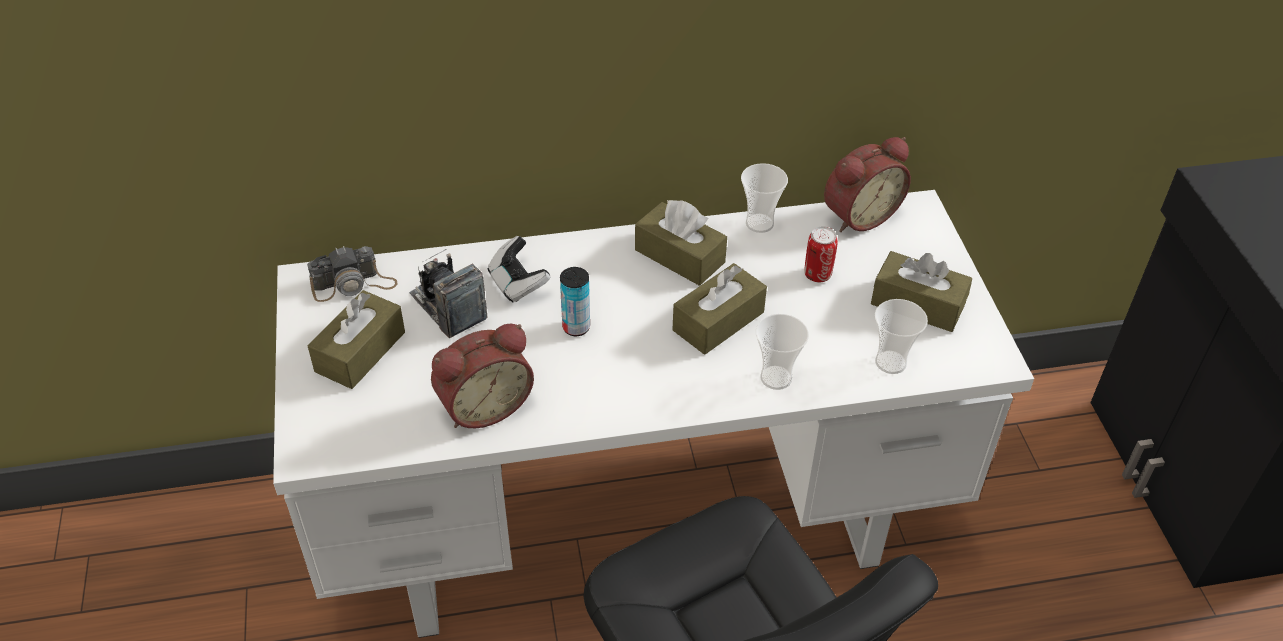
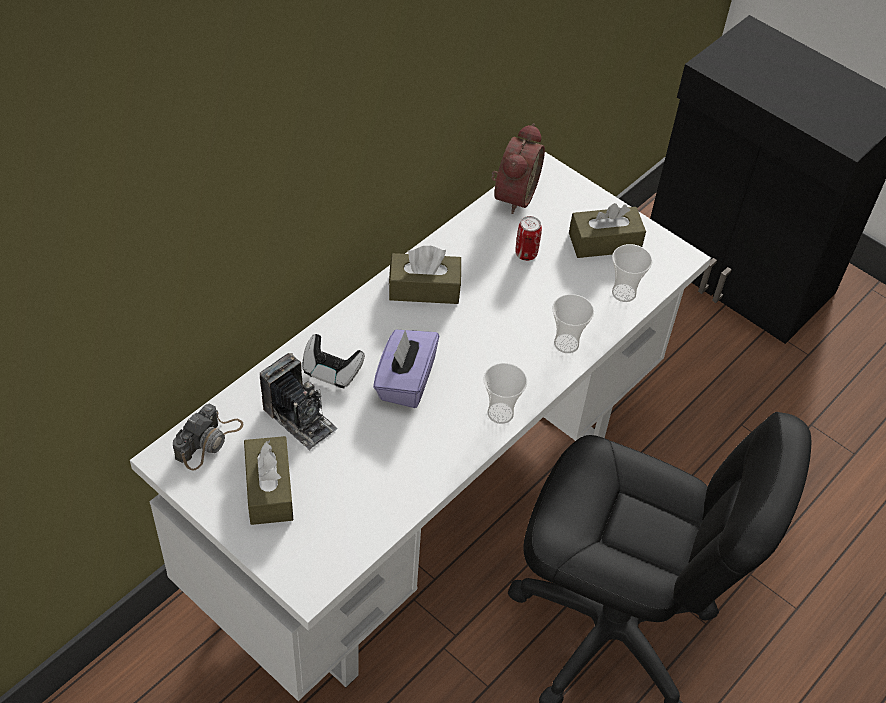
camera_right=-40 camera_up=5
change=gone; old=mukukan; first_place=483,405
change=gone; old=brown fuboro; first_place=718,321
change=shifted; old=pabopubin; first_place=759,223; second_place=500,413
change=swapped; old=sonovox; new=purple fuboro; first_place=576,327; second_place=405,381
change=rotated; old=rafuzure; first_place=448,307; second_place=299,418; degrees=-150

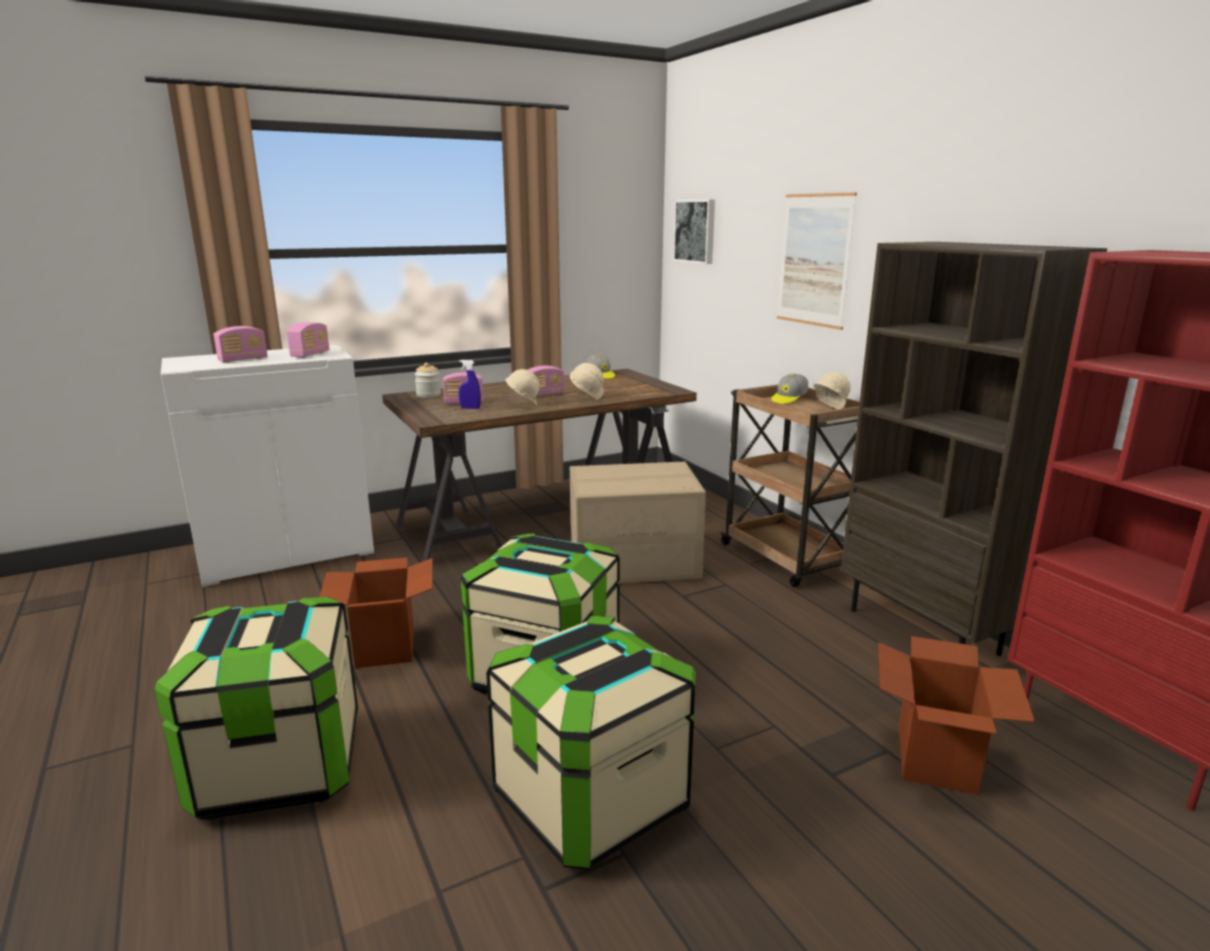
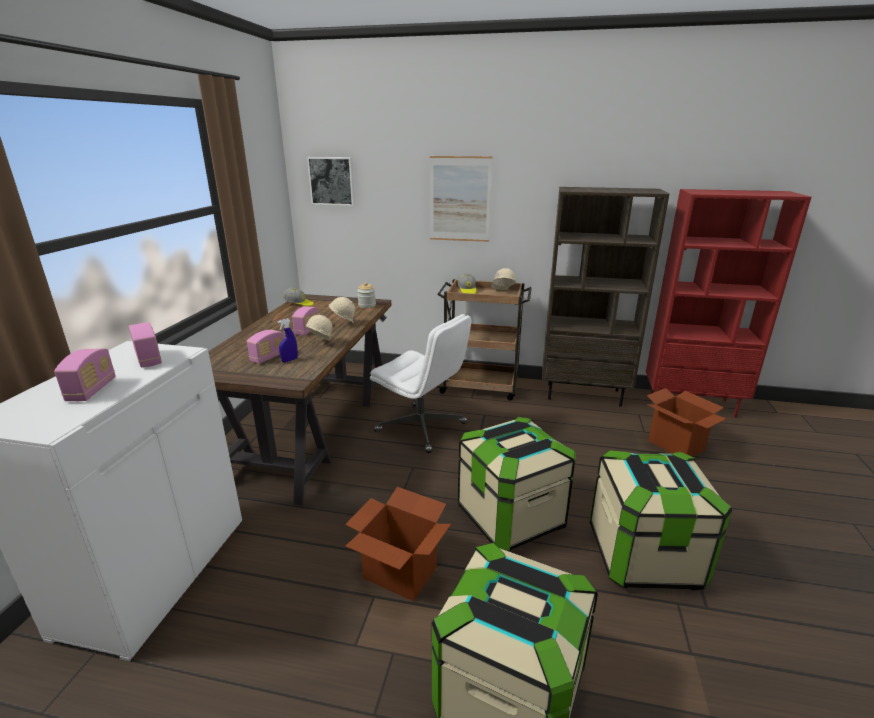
camera_right=-50 camera_up=5
change=shifted; old=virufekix; first_place=428,395; second_place=367,305
change=swapped; old=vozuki; new=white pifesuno; first_place=633,563; second_place=422,428

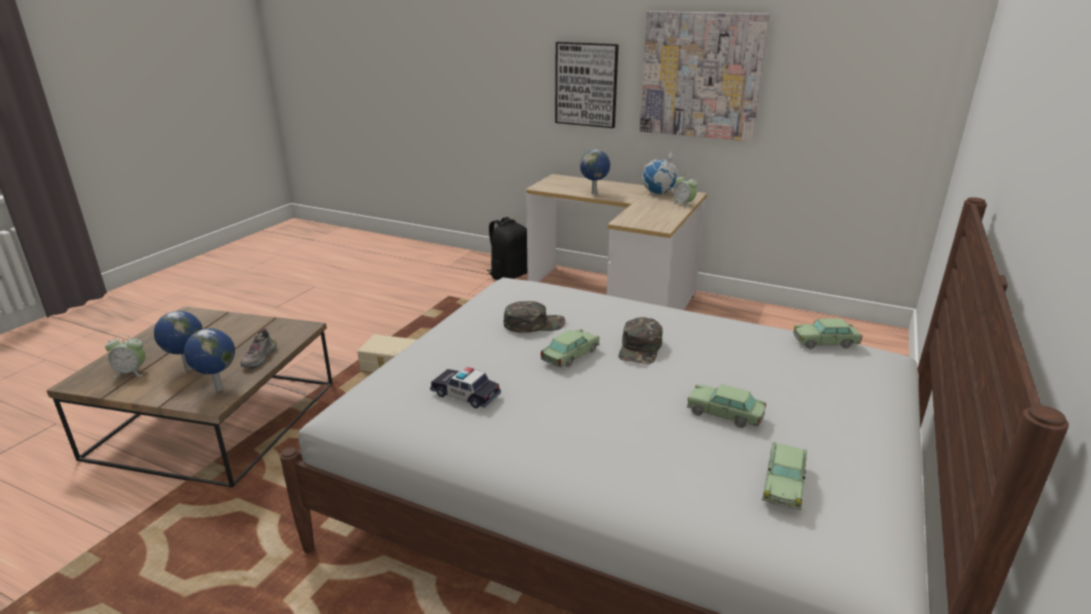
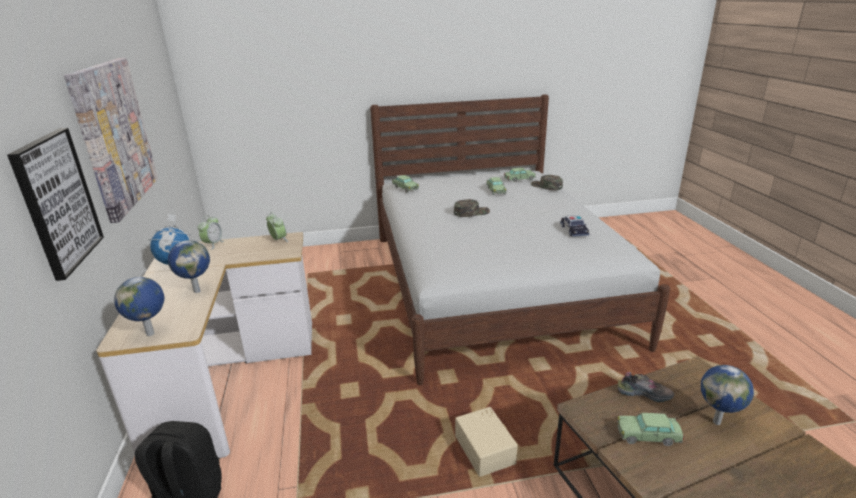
camera_right=-125 camera_up=0
change=shifted; old=mukukan; first_place=131,372; second_place=278,240
change=shifted; old=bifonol; first_place=218,389; second_place=151,334
change=shifted; old=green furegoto; first_place=534,324; second_place=546,186
change=shifted; old=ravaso; first_place=570,356; second_place=648,435
change=rotated; old=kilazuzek; first_place=260,358; second_place=644,394; degrees=45

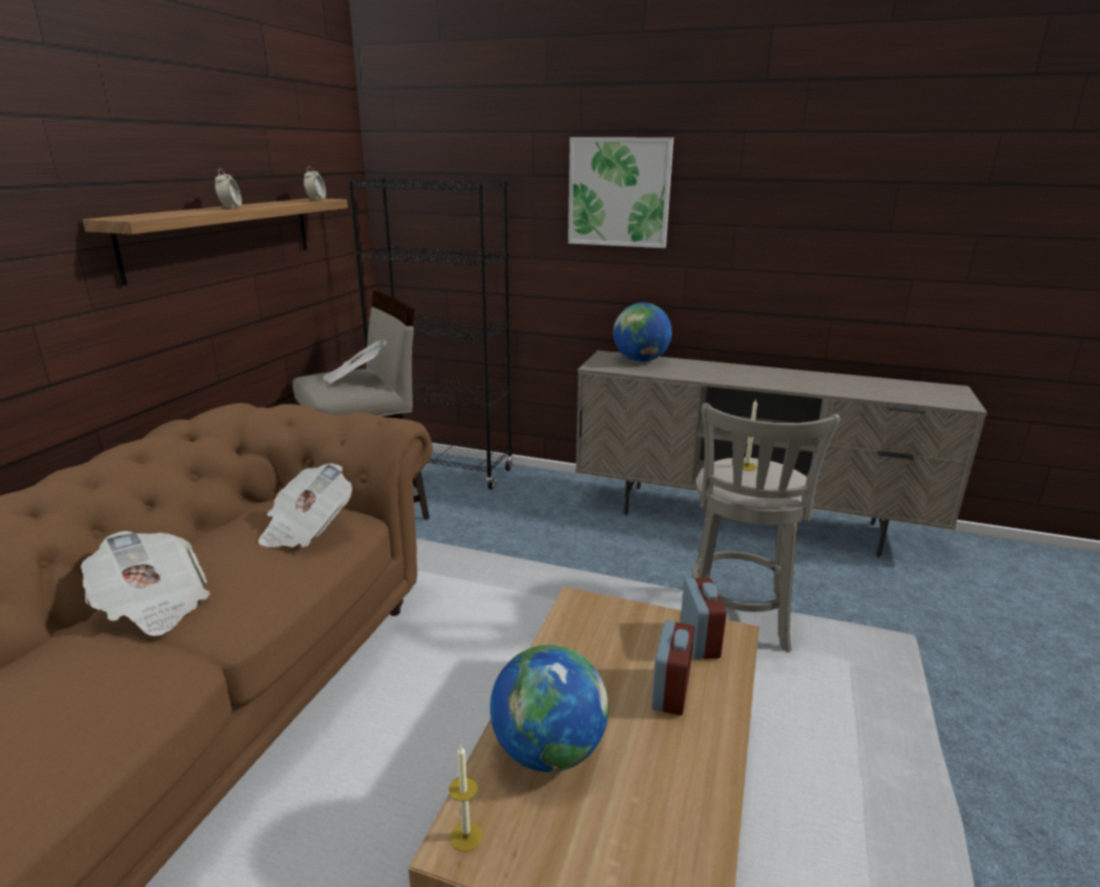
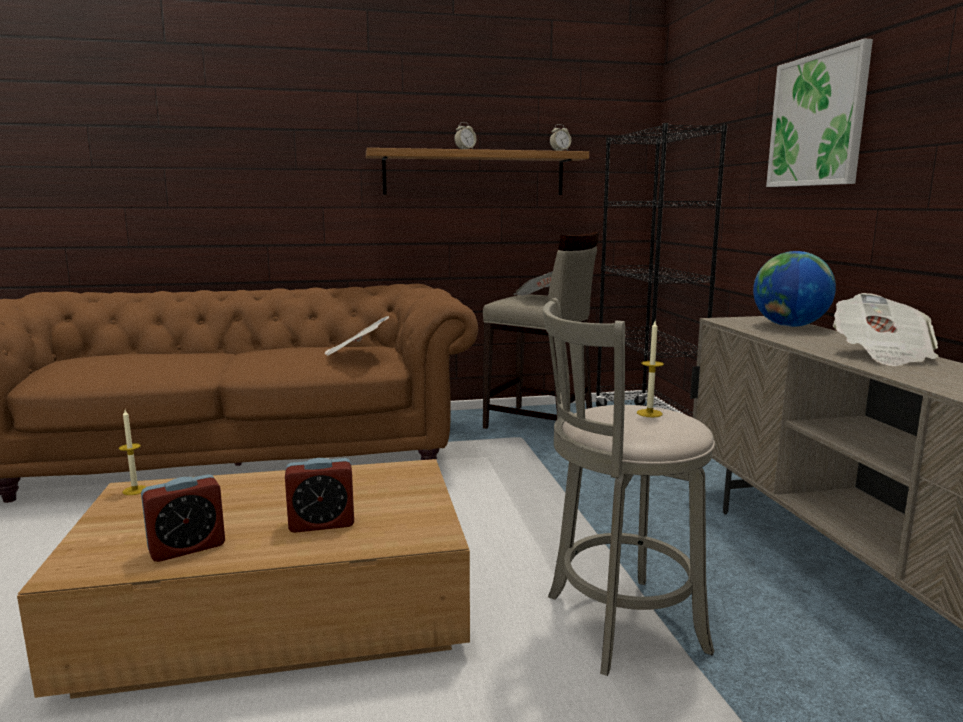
camera_right=60 camera_up=-10
change=gone; old=bifonol; first_place=548,750
change=shifted; old=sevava; first_place=153,605; second_place=881,355
change=shifted; old=mukukan; first_place=699,641; second_place=187,548

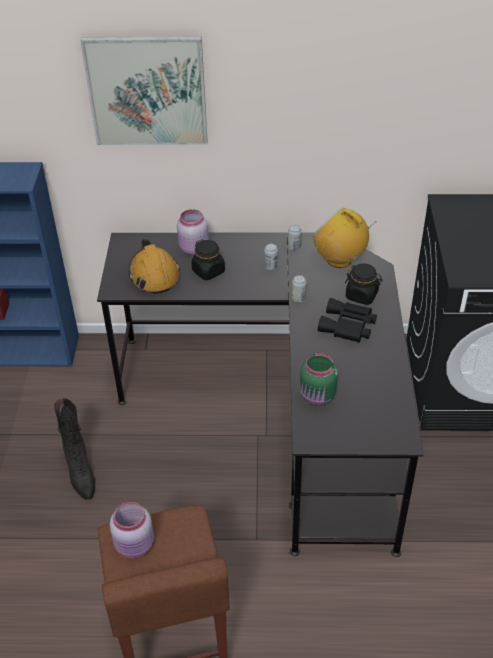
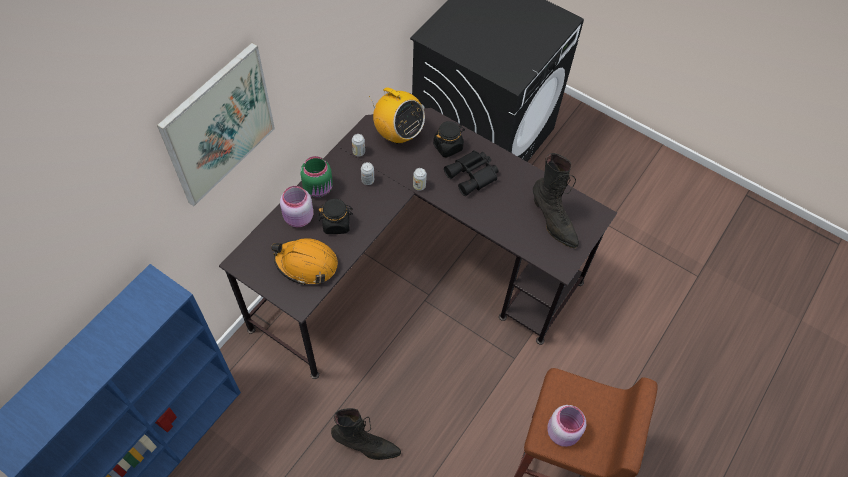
camera_right=-60 camera_up=15
change=new; new=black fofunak; second_place=553,222
change=shifted; old=green virufekix; first_place=317,397; second_place=319,189
change=rotated; old=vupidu; first_place=340,259; second_place=398,134; degrees=-120

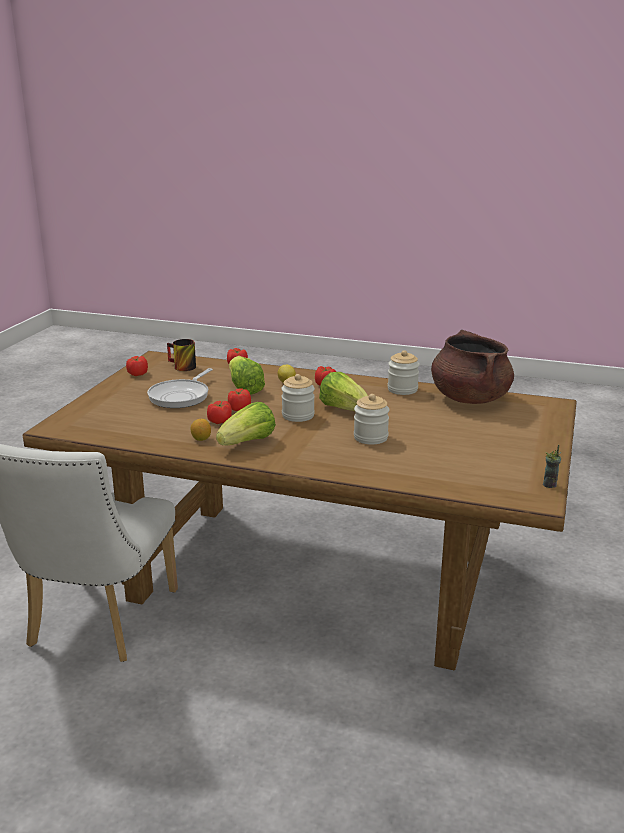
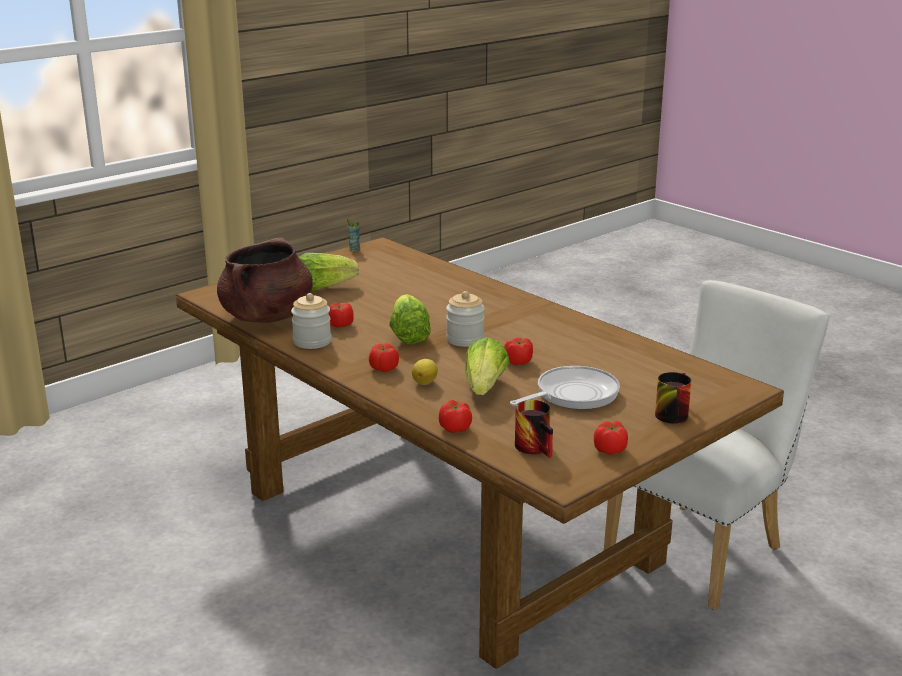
camera_right=-150 camera_up=0
change=gone; old=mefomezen; first_place=201,439
change=gone; old=virufekix; first_place=370,437
change=new; new=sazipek; second_place=670,412
change=shifted; old=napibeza; first_place=220,421; second_place=339,325
change=shifted; old=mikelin; first_place=248,443; second_place=323,288

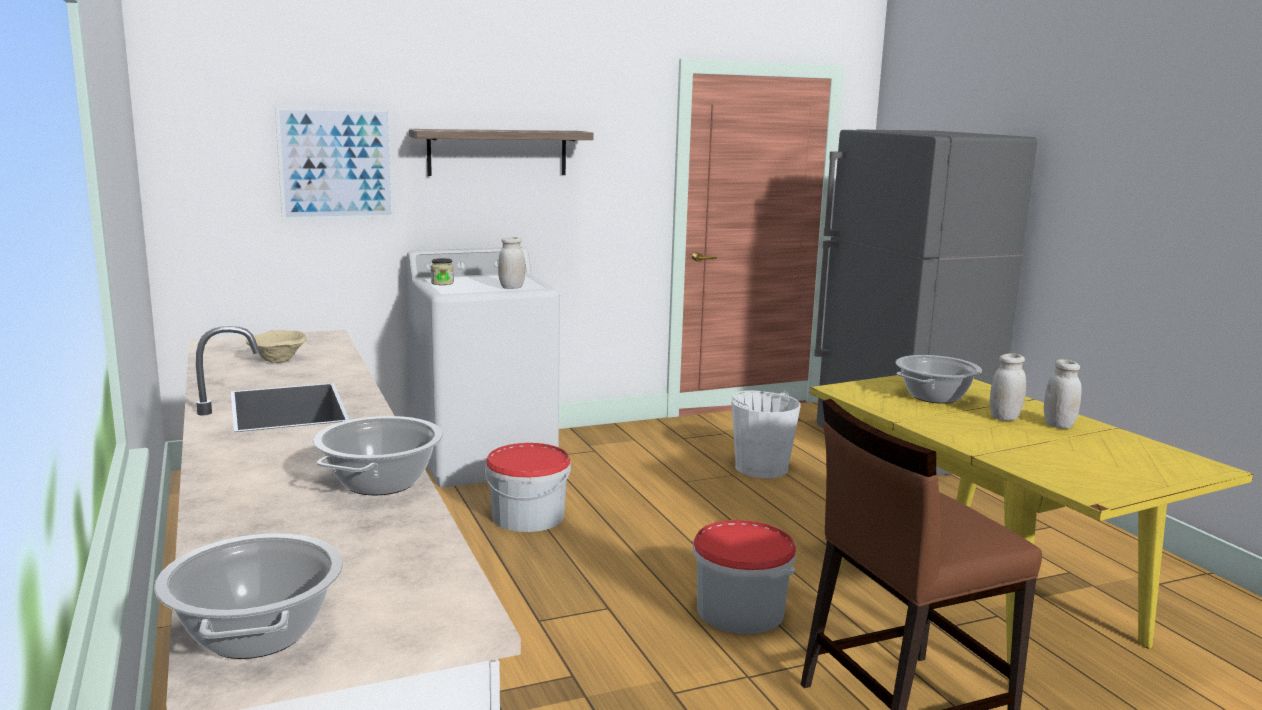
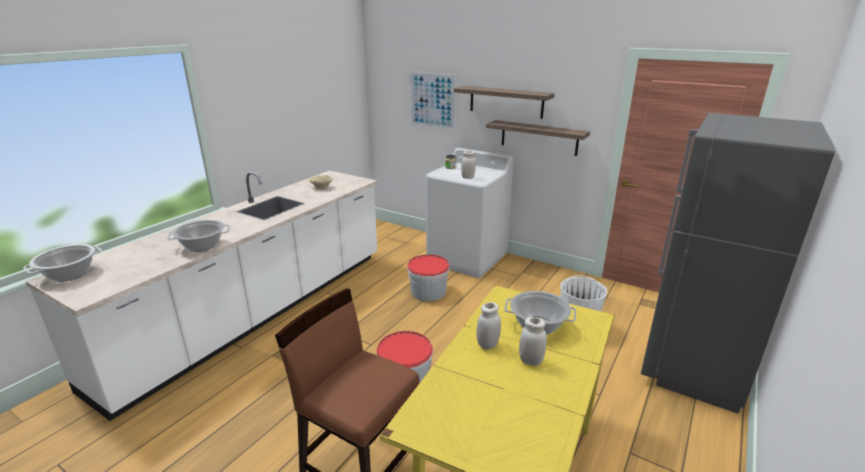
camera_right=55 camera_up=10
change=new; new=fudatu; second_place=539,137
change=shifted; old=white virufekix; first_place=1058,425; second_place=488,344

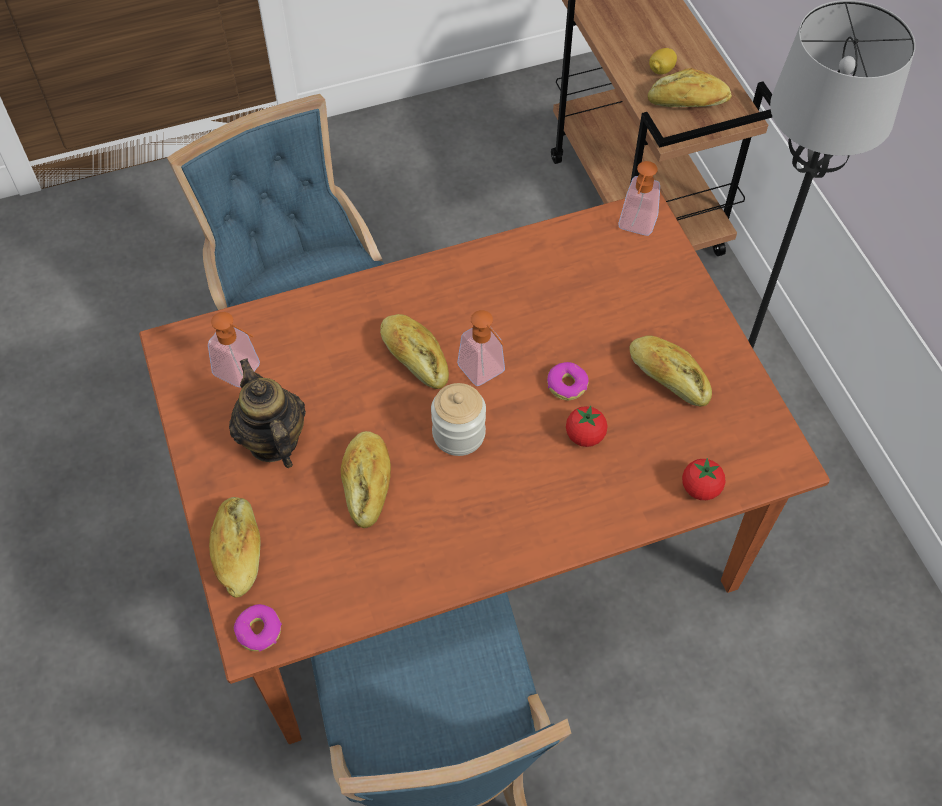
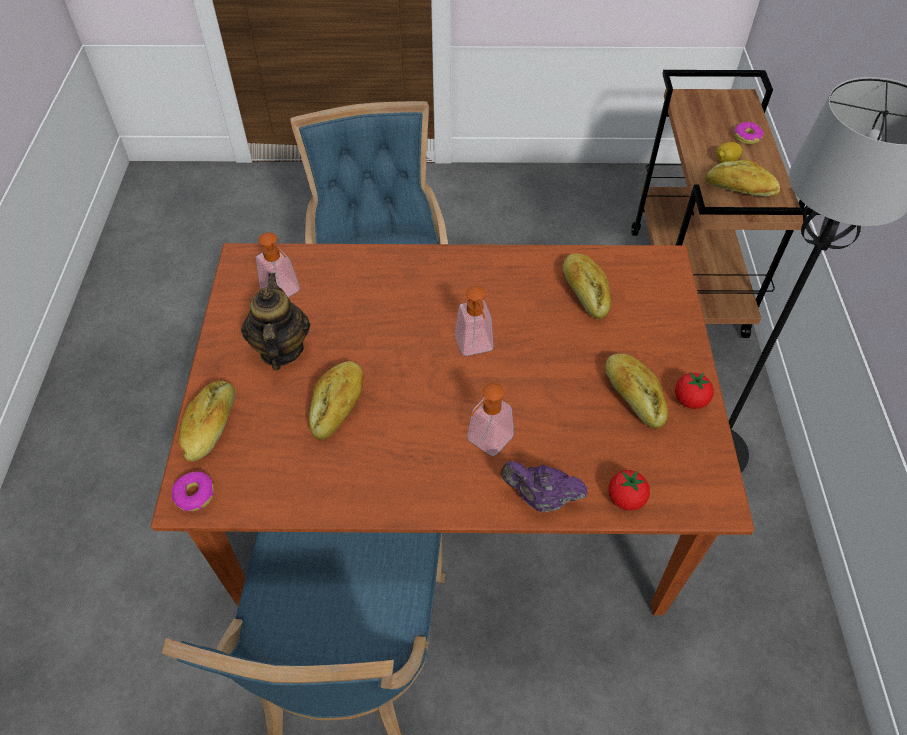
camera_right=20 camera_up=-5
change=gone; old=virufekix; first_place=458,434
change=new; new=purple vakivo; second_place=541,498
change=shifted; old=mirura; first_place=414,358; second_place=585,292
change=shifted; old=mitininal; first_place=567,385; second_place=747,137
change=shifted; old=napibeza; first_place=585,436; second_place=690,400
change=shifted; old=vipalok; first_place=635,227; second_place=485,443

